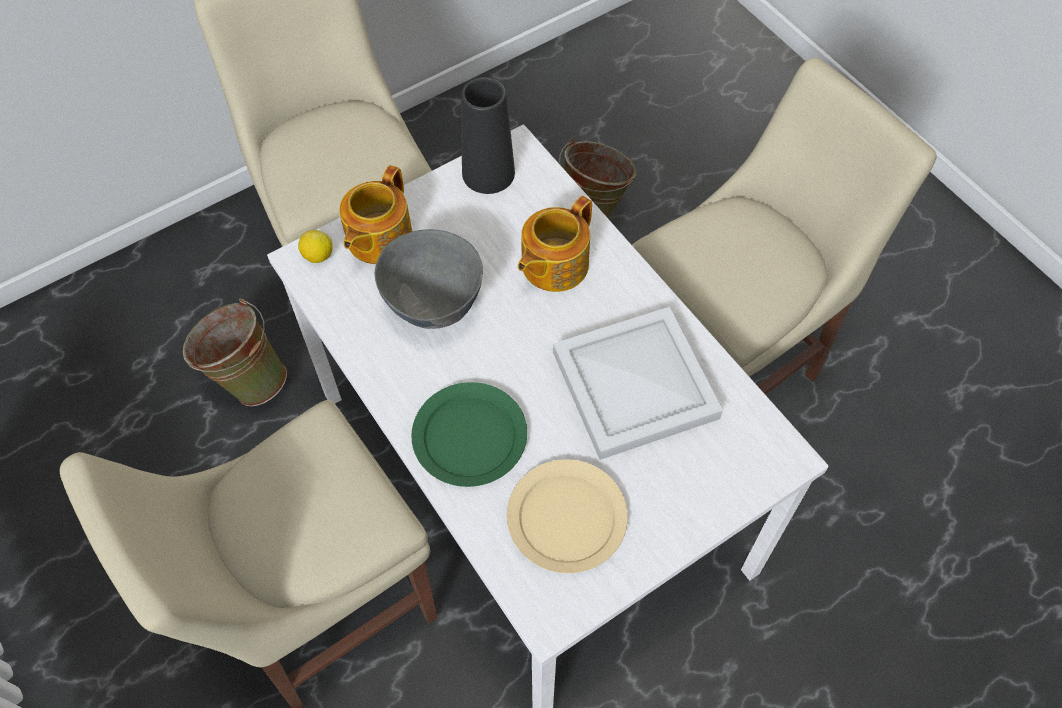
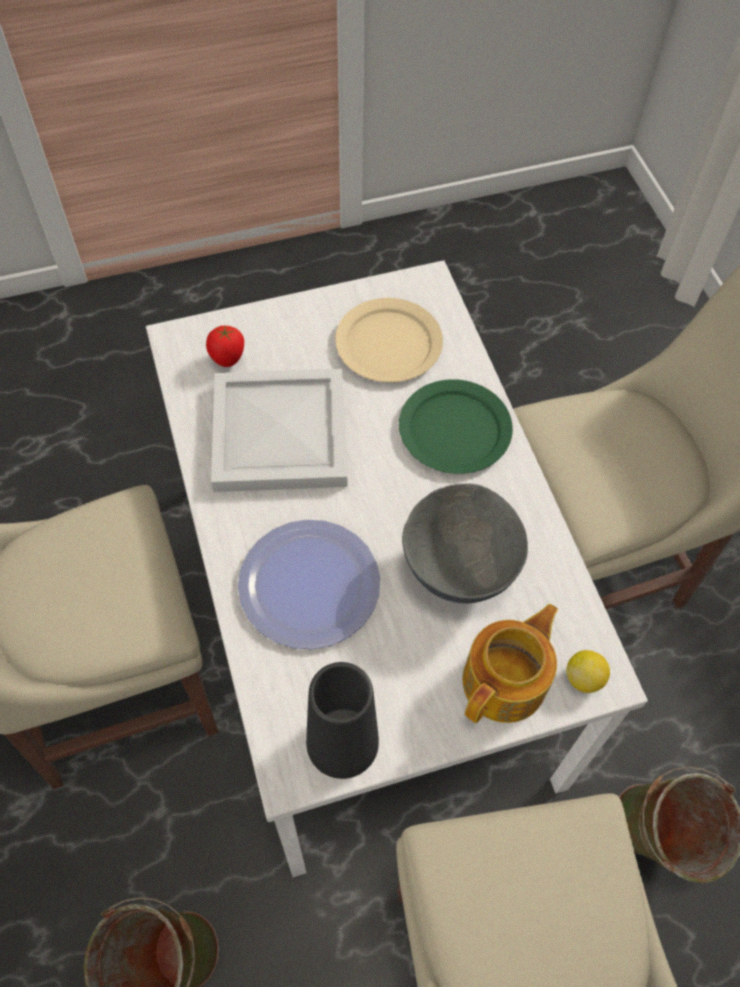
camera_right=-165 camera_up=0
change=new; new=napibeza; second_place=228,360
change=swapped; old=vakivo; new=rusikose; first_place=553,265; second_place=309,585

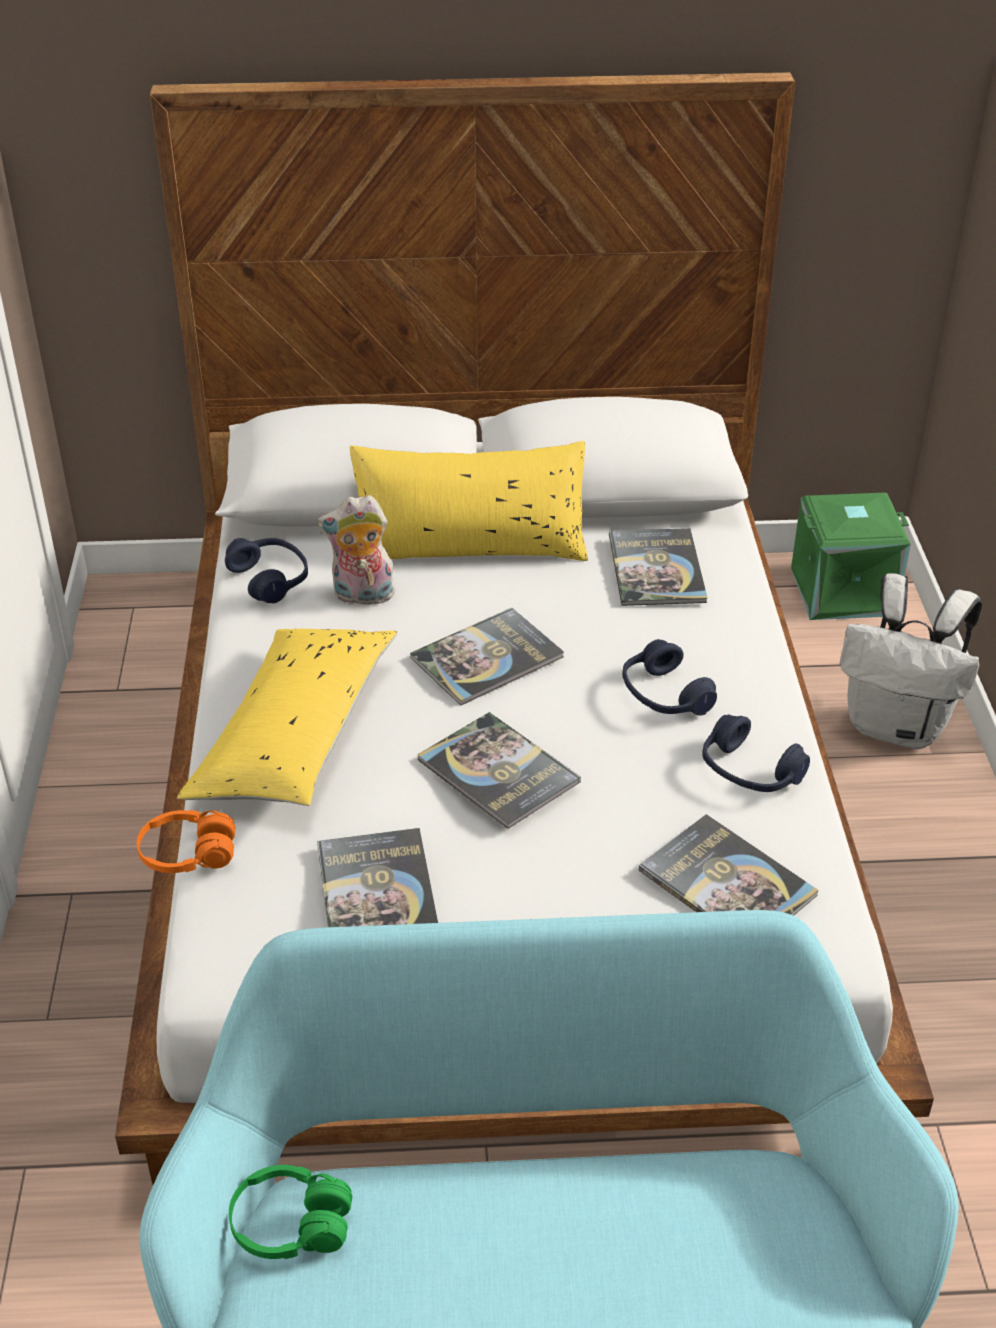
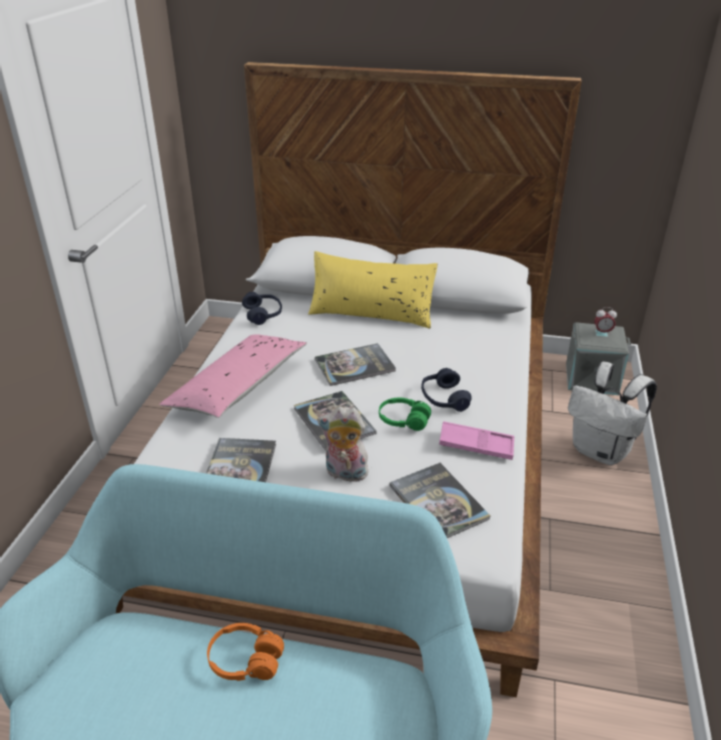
camera_right=15 camera_up=-5
change=gone; old=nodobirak; first_place=656,569
change=new; new=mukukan; second_place=602,332
change=shifted; old=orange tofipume; first_place=188,854; second_place=245,660
change=shifted; old=green tofipume; first_place=291,1225; second_place=403,421
change=shifted; old=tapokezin; first_place=362,596; second_place=344,474
change=swapped; old=blue tofipume; new=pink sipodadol; first_place=749,772; second_place=476,445
change=repainted; old=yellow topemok; new=pink topemok; first_place=295,736; second_place=238,387
change=repainted; old=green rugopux; new=grey rugopux; first_place=843,590; second_place=592,378

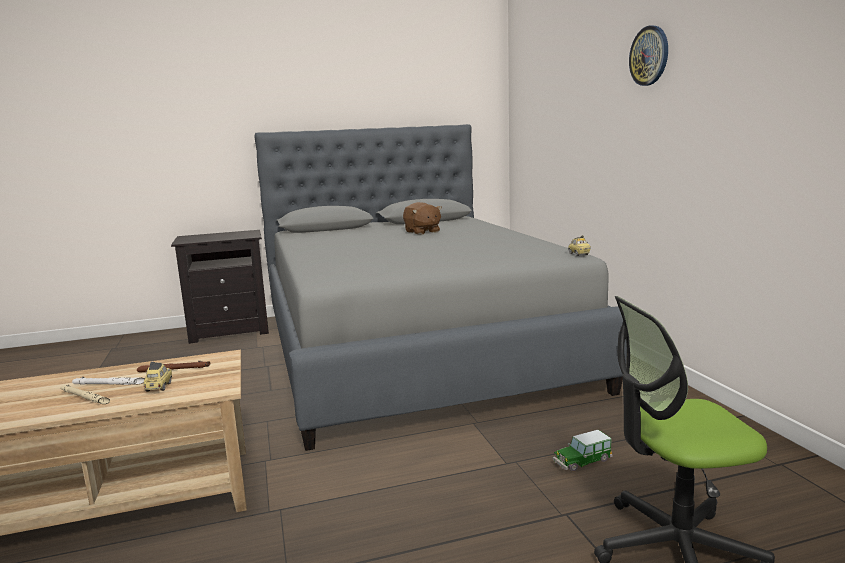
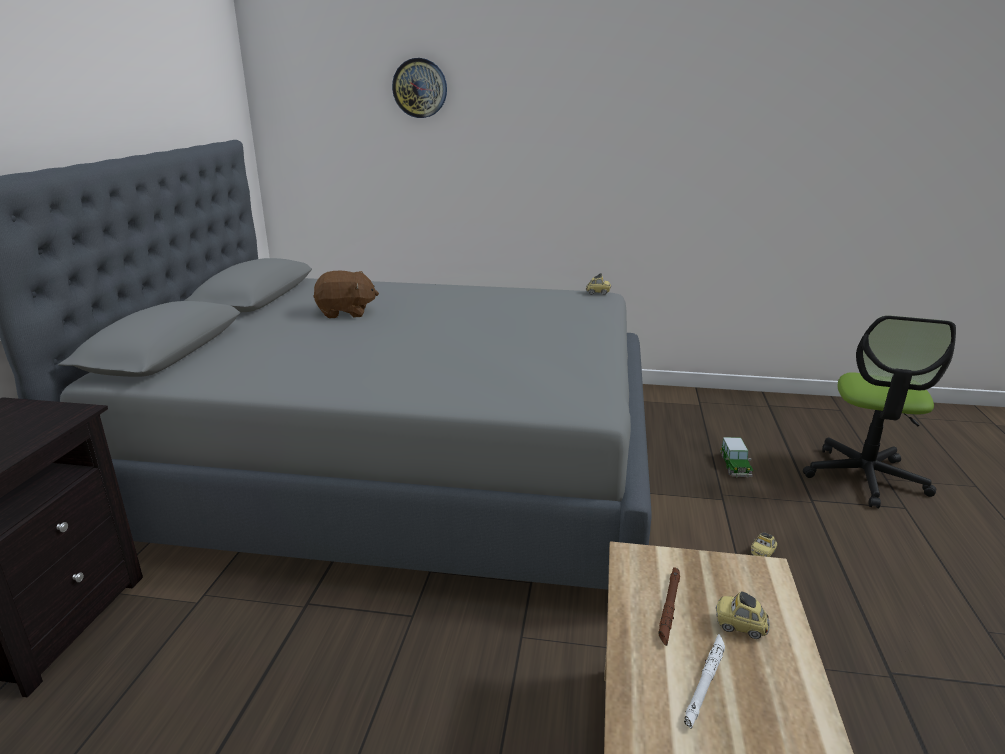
camera_right=-65 camera_up=10
change=gone; old=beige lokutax; first_place=85,397
change=new; new=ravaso; second_place=763,553
change=shifted; old=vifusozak; first_place=649,56; second_place=420,88

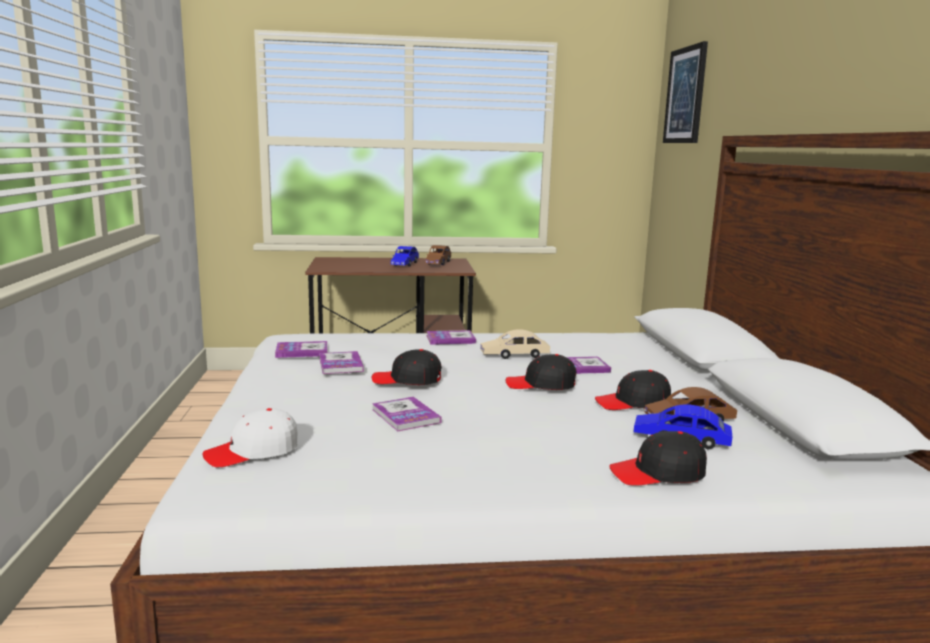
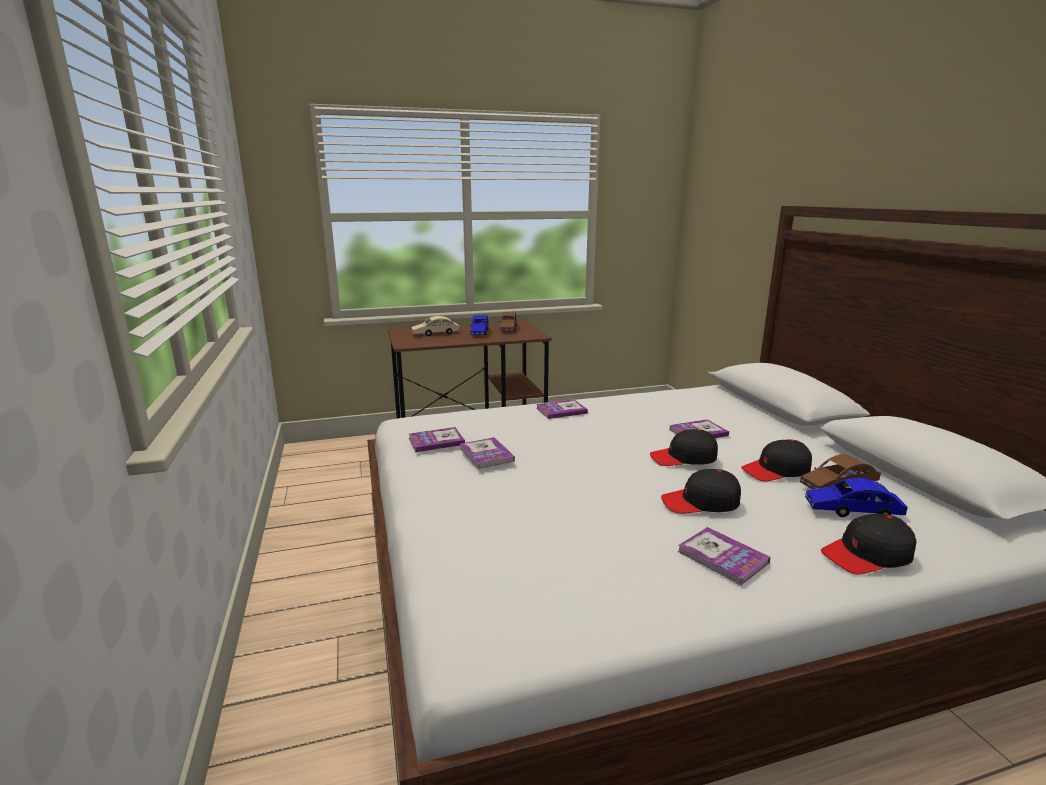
camera_right=-10 camera_up=5
change=gone; old=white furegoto; first_place=252,452
change=gone; old=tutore; first_place=685,95
change=shifted; old=black furegoto; first_place=407,380; second_place=701,503
change=shifted; old=nodobirak; first_place=405,416; second_place=722,557
change=shifted; old=beige ravaso; first_place=514,355; second_place=435,333

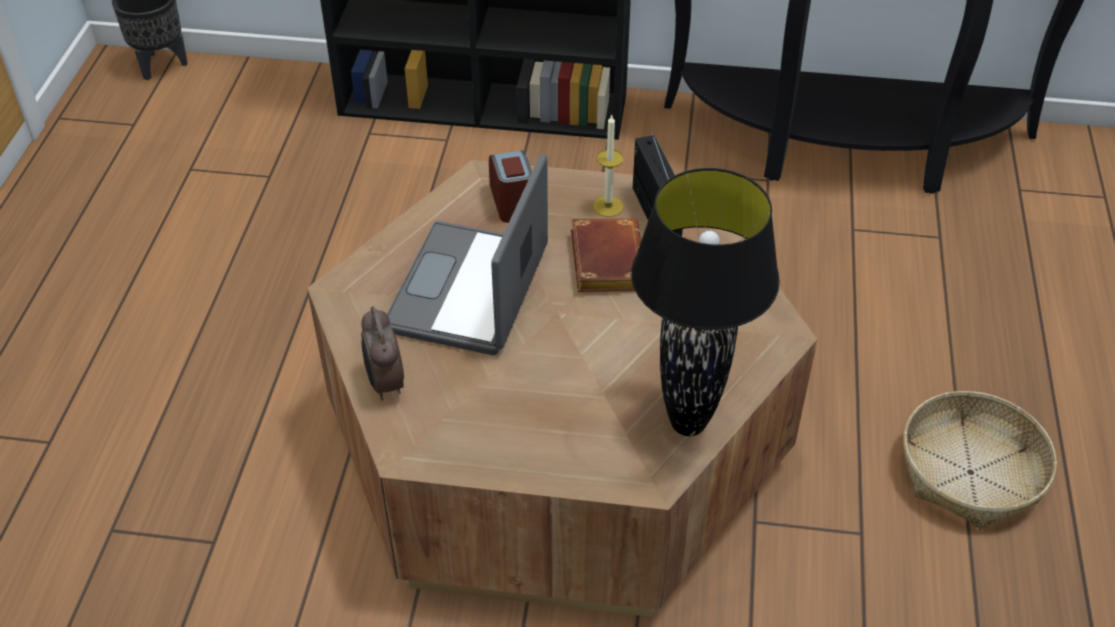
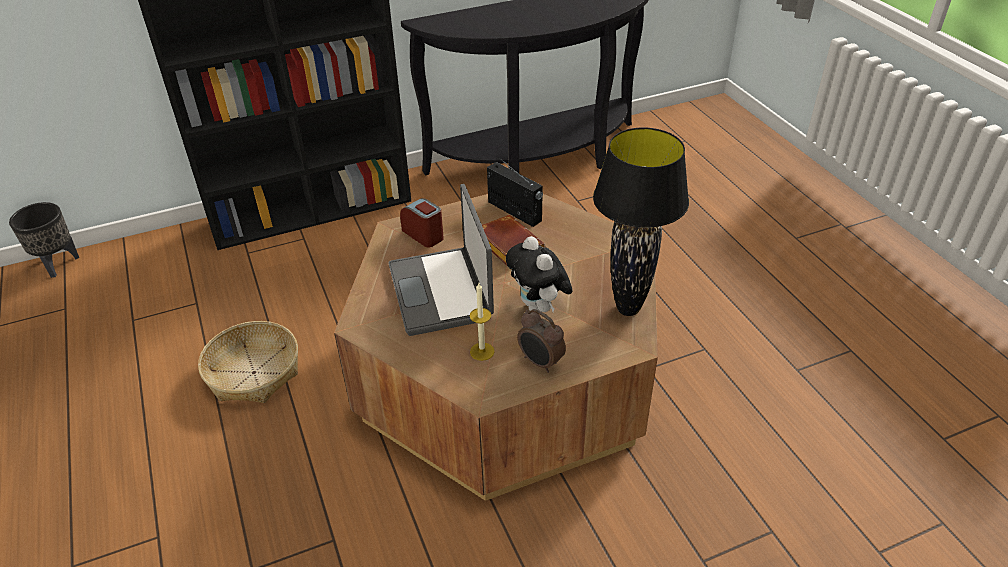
camera_right=-30 camera_up=-5
change=new; new=tapokezin; second_place=539,308
change=shifted; old=mukukan; first_place=385,384; second_place=540,362
change=shifted; old=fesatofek; first_place=608,206; second_place=482,351
change=shifted; old=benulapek; first_place=969,472; second_place=253,372

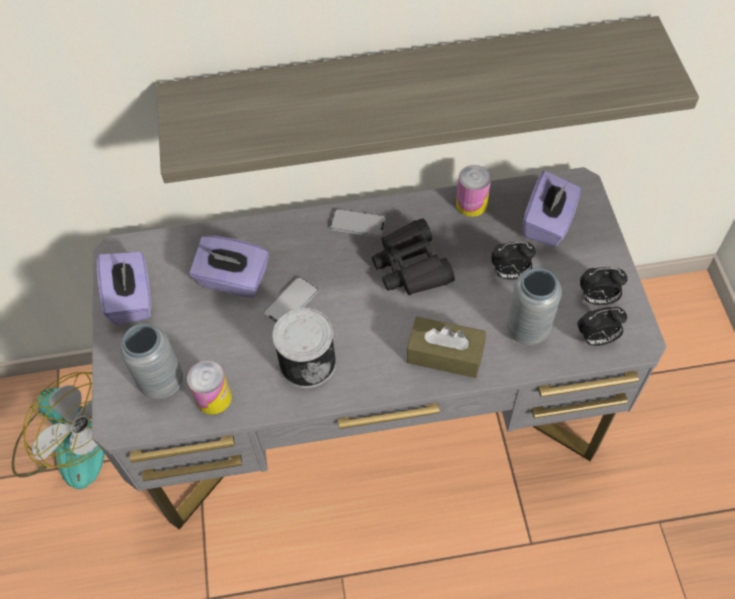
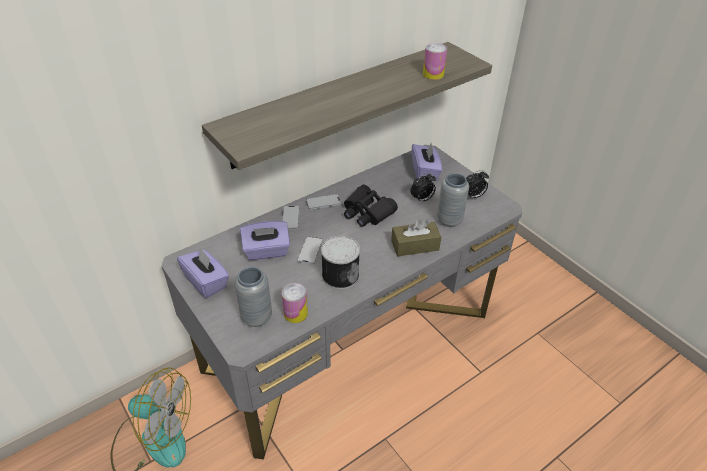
camera_right=-30 camera_up=-15
change=gone; old=mukukan; first_place=596,339
change=new; new=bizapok; second_place=290,218
change=shifted; old=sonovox; first_place=471,204; second_place=433,74

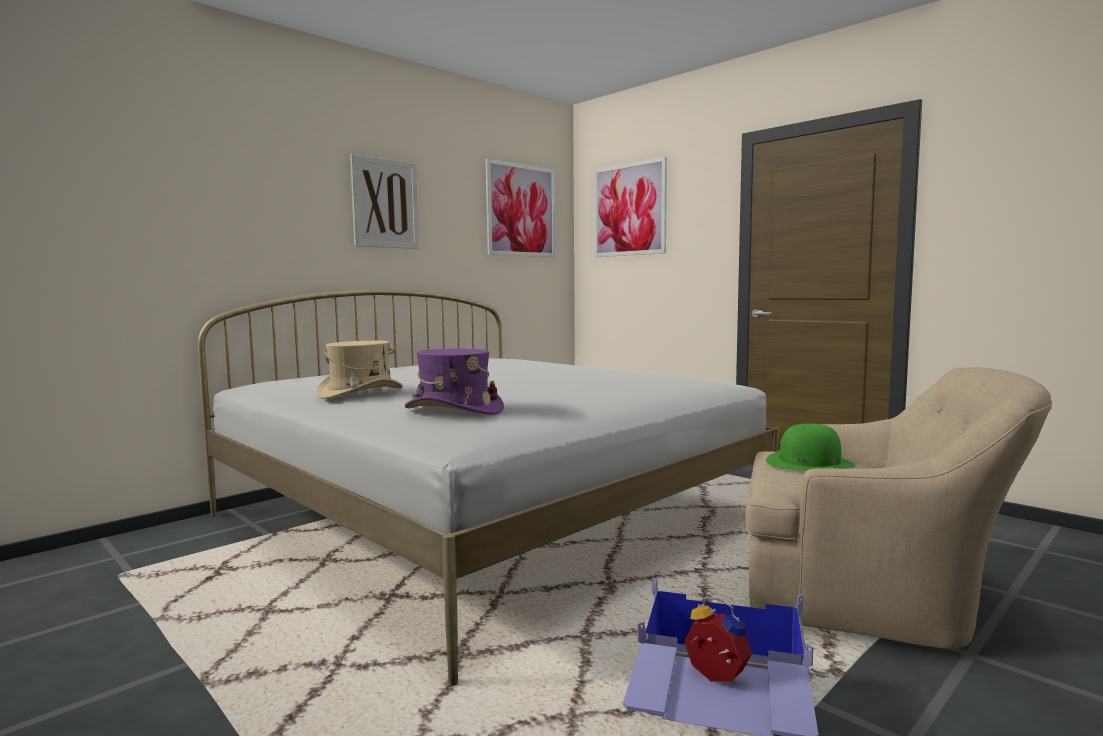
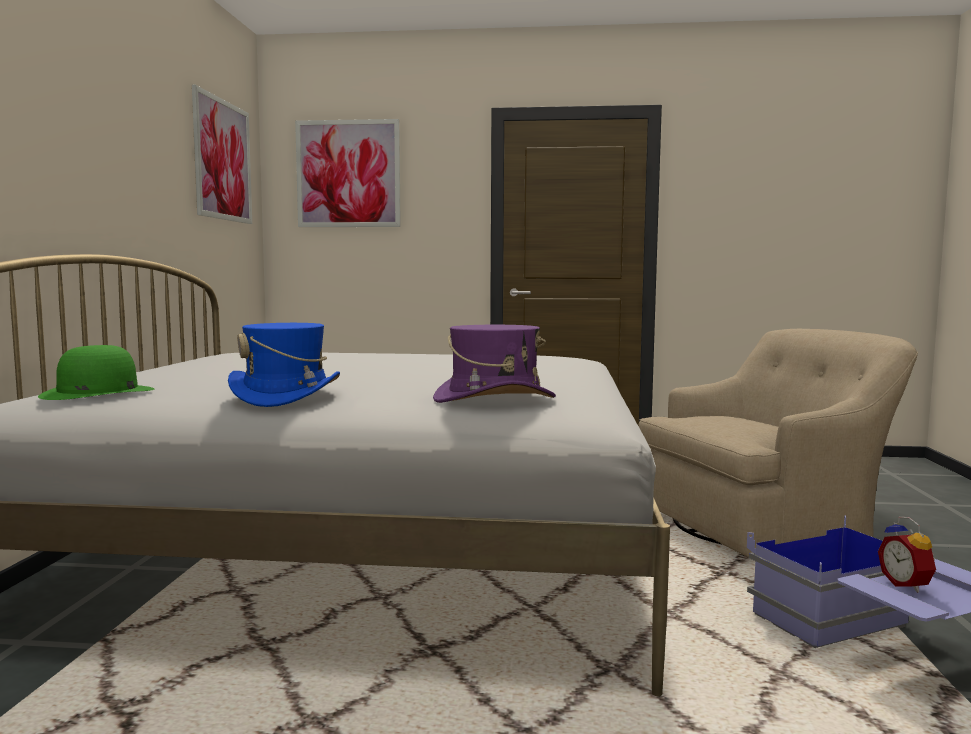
camera_right=-40 camera_up=0
change=gone; old=tutore; first_place=385,203
change=shifted; old=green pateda; first_place=809,463; second_place=97,392
change=repainted; old=beige pateda; new=blue pateda; first_place=360,393; second_place=286,396
change=rotated; old=mukukan; first_place=714,678; second_place=907,585; degrees=-105

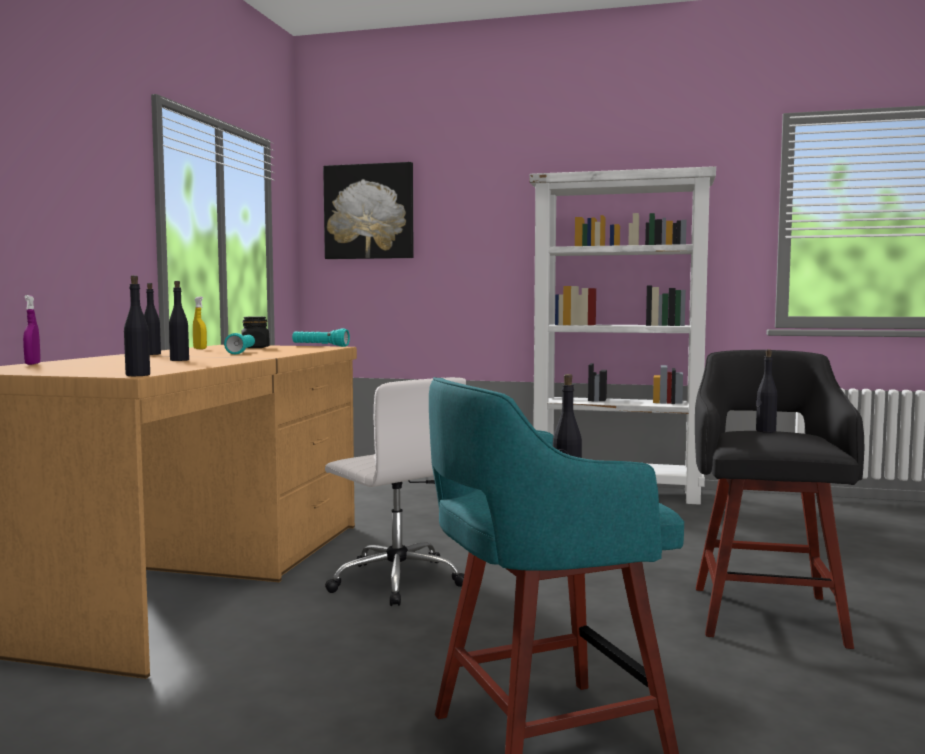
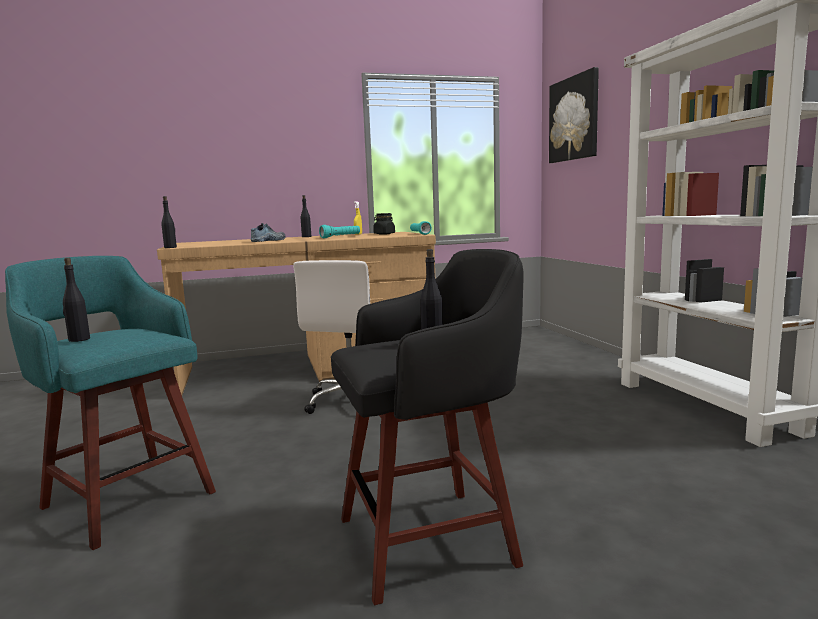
camera_right=60 camera_up=5
change=gone; old=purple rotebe; first_place=32,364
change=swapped; old=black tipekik; new=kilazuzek; first_place=179,360; second_place=269,240

